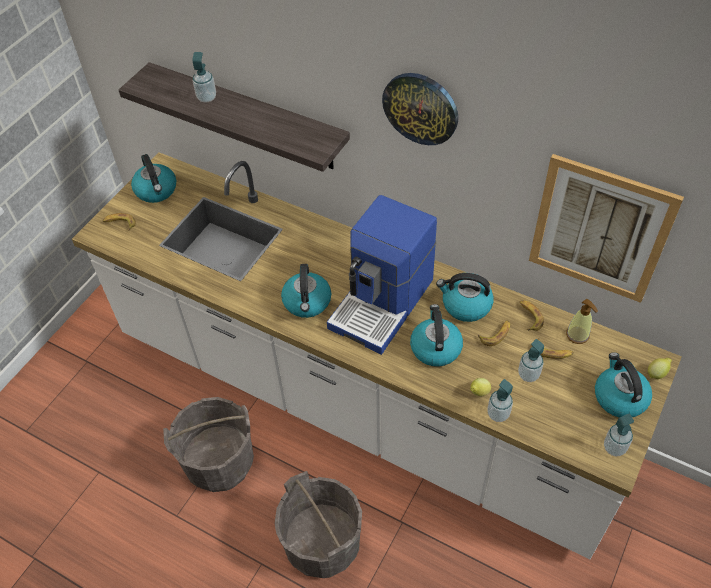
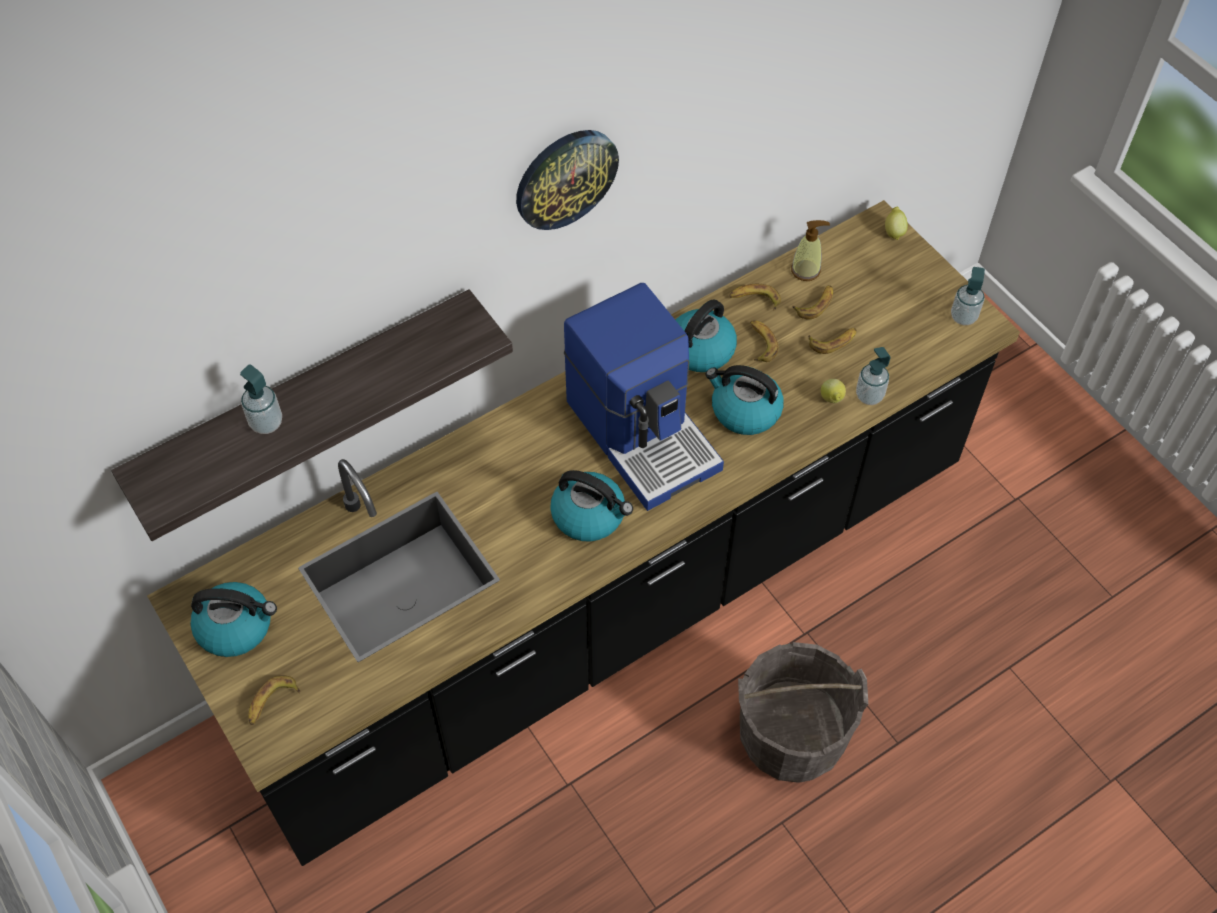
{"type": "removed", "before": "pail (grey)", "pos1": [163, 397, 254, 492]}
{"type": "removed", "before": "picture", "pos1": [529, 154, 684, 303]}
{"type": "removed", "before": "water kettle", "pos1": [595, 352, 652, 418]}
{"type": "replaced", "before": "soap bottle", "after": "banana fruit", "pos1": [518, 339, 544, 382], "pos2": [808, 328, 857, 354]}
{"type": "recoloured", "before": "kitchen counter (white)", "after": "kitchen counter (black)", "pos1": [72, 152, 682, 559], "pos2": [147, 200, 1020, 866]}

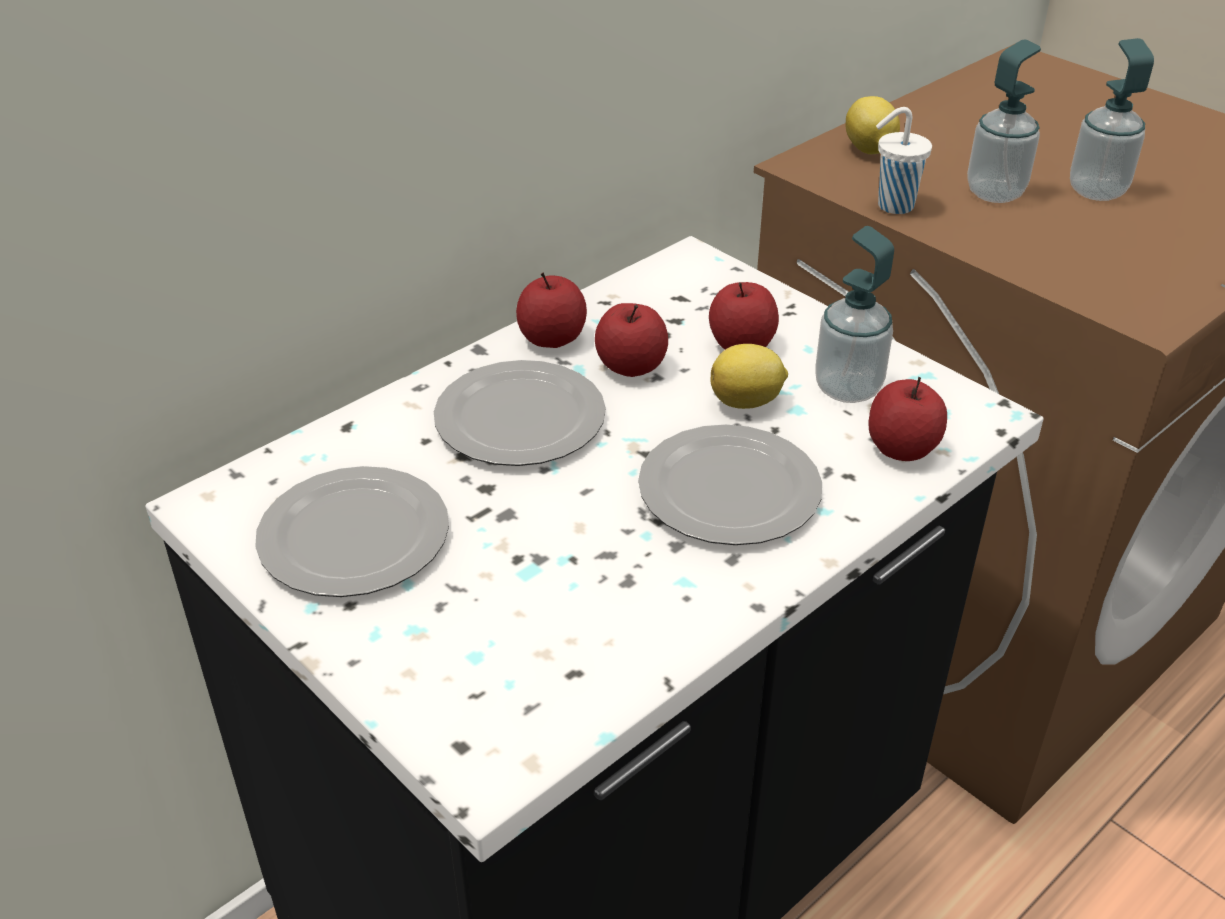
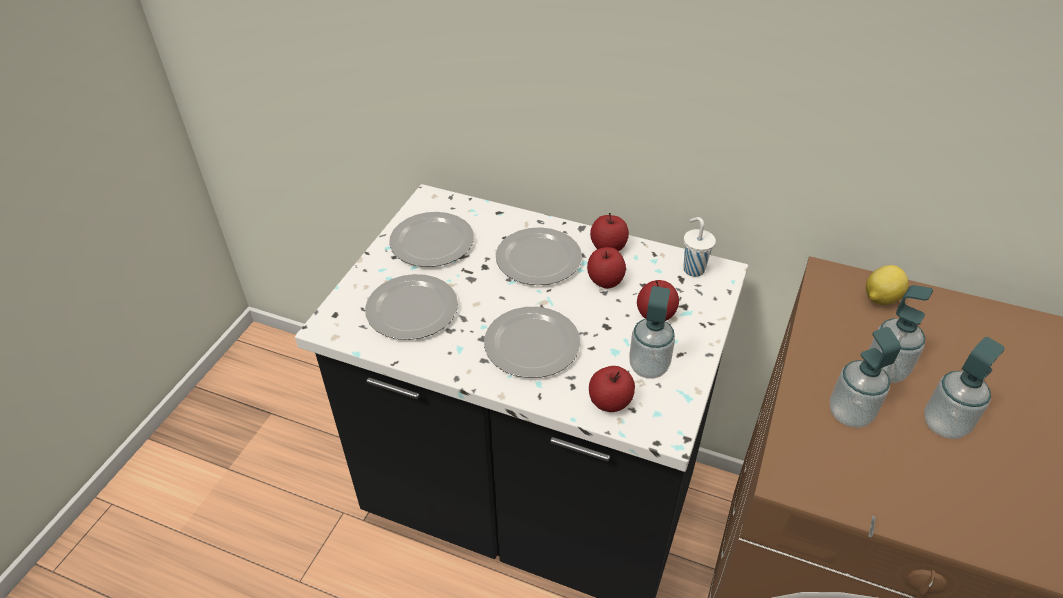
{"type": "removed", "before": "citrus fruit", "pos1": [711, 344, 788, 409]}
{"type": "added", "after": "dinner plate", "pos2": [365, 274, 458, 340]}
{"type": "added", "after": "soap bottle", "pos2": [830, 327, 901, 428]}
{"type": "moved", "before": "small cup (white)", "pos1": [876, 107, 932, 214], "pos2": [683, 217, 716, 277]}

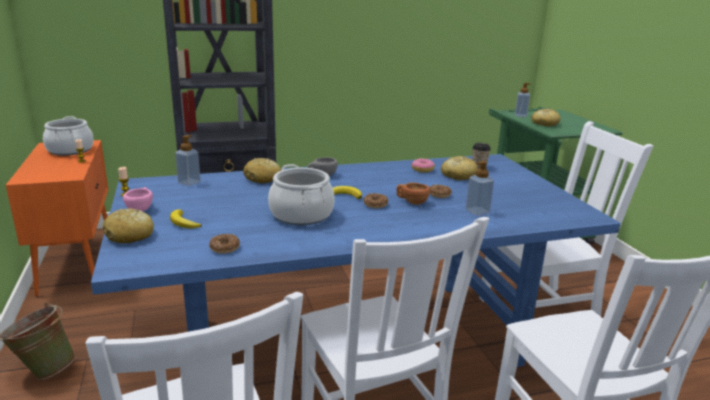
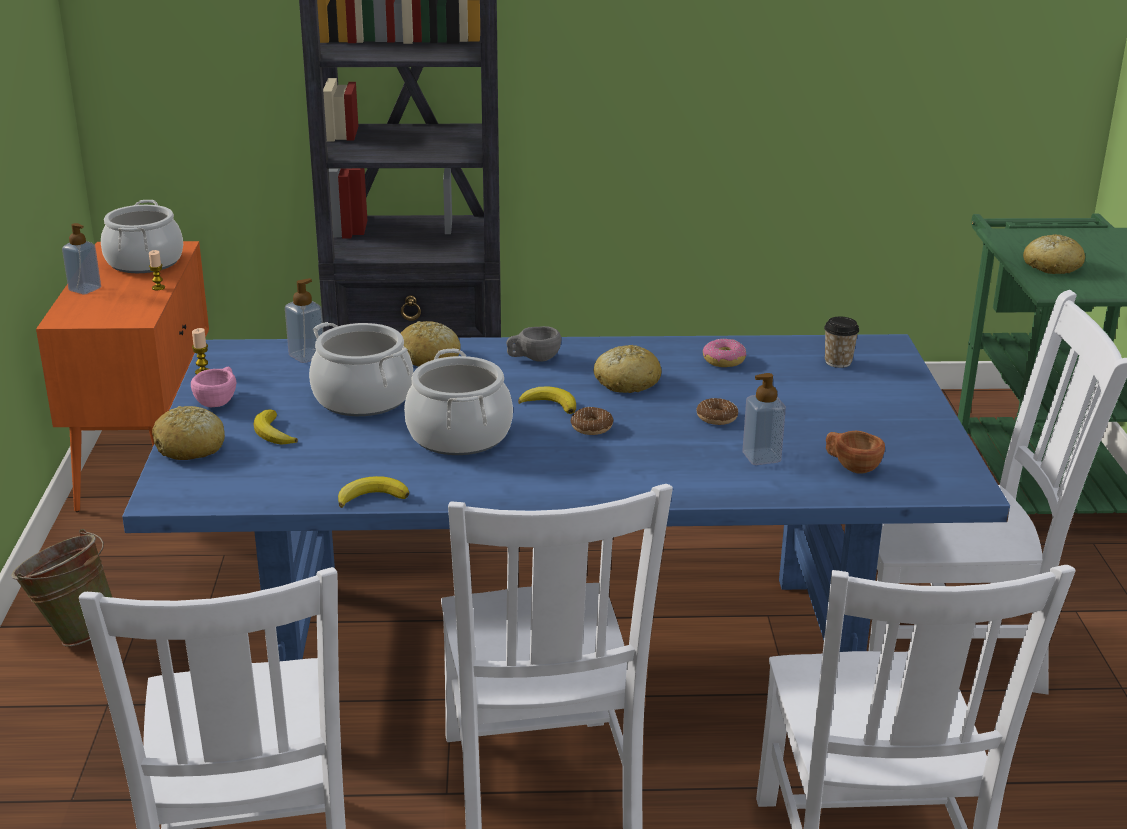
{"type": "removed", "before": "donut", "pos1": [209, 234, 240, 254]}
{"type": "added", "after": "stockpot", "pos2": [309, 322, 413, 416]}
{"type": "added", "after": "banana fruit", "pos2": [338, 476, 409, 508]}
{"type": "moved", "before": "small cup (brownish)", "pos1": [396, 182, 430, 205], "pos2": [826, 431, 885, 474]}
{"type": "moved", "before": "bread", "pos1": [441, 156, 478, 180], "pos2": [594, 345, 662, 393]}
{"type": "moved", "before": "soap bottle", "pos1": [515, 83, 530, 117], "pos2": [62, 223, 101, 294]}

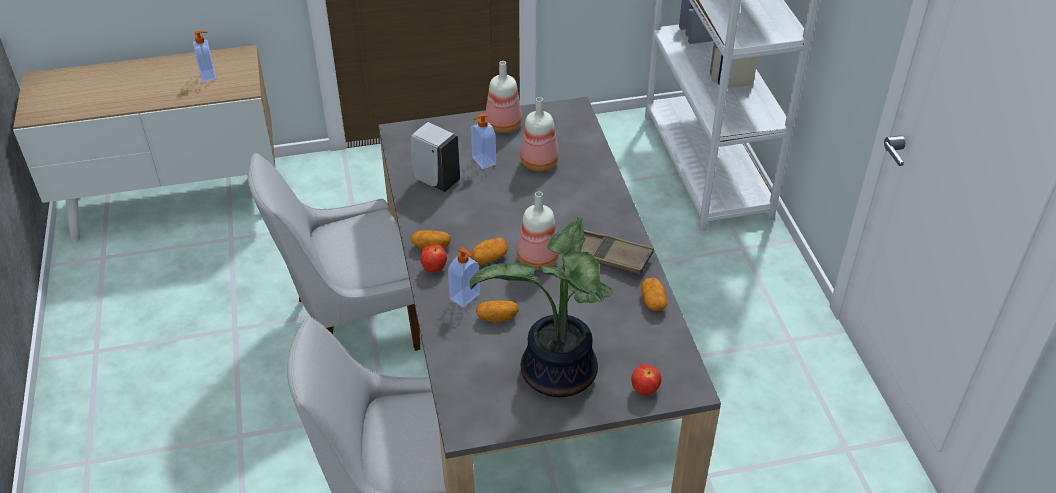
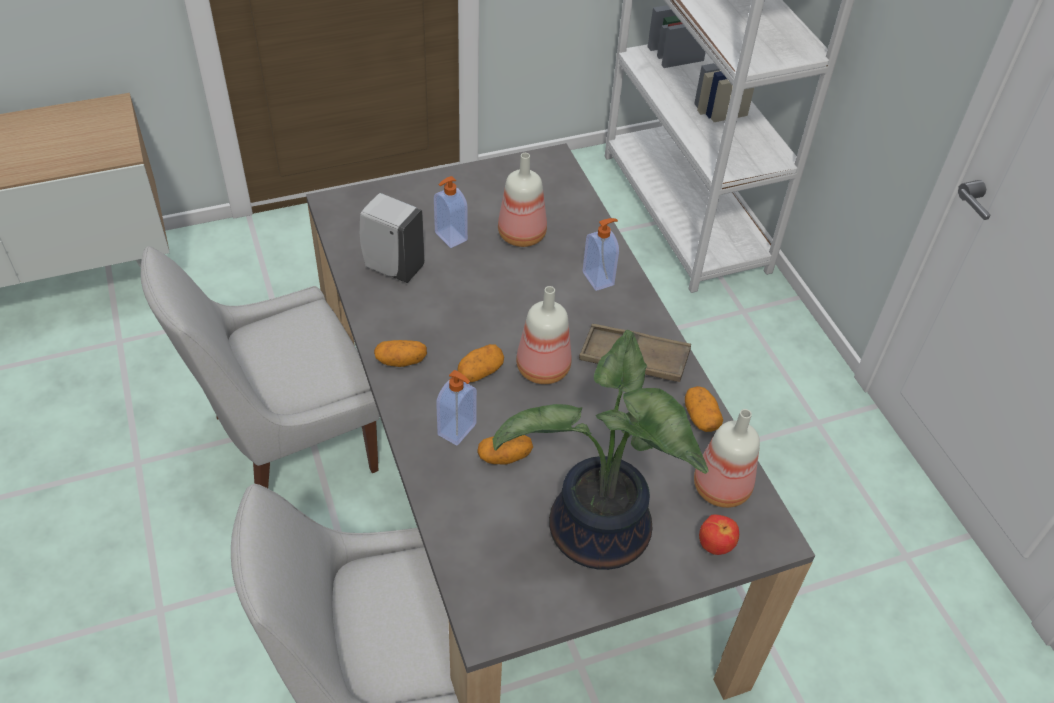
{"type": "removed", "before": "apple fruit", "pos1": [421, 245, 447, 272]}
{"type": "moved", "before": "soap bottle", "pos1": [193, 30, 216, 82], "pos2": [583, 218, 619, 291]}
{"type": "moved", "before": "drink bottle", "pos1": [485, 61, 522, 133], "pos2": [694, 409, 760, 508]}

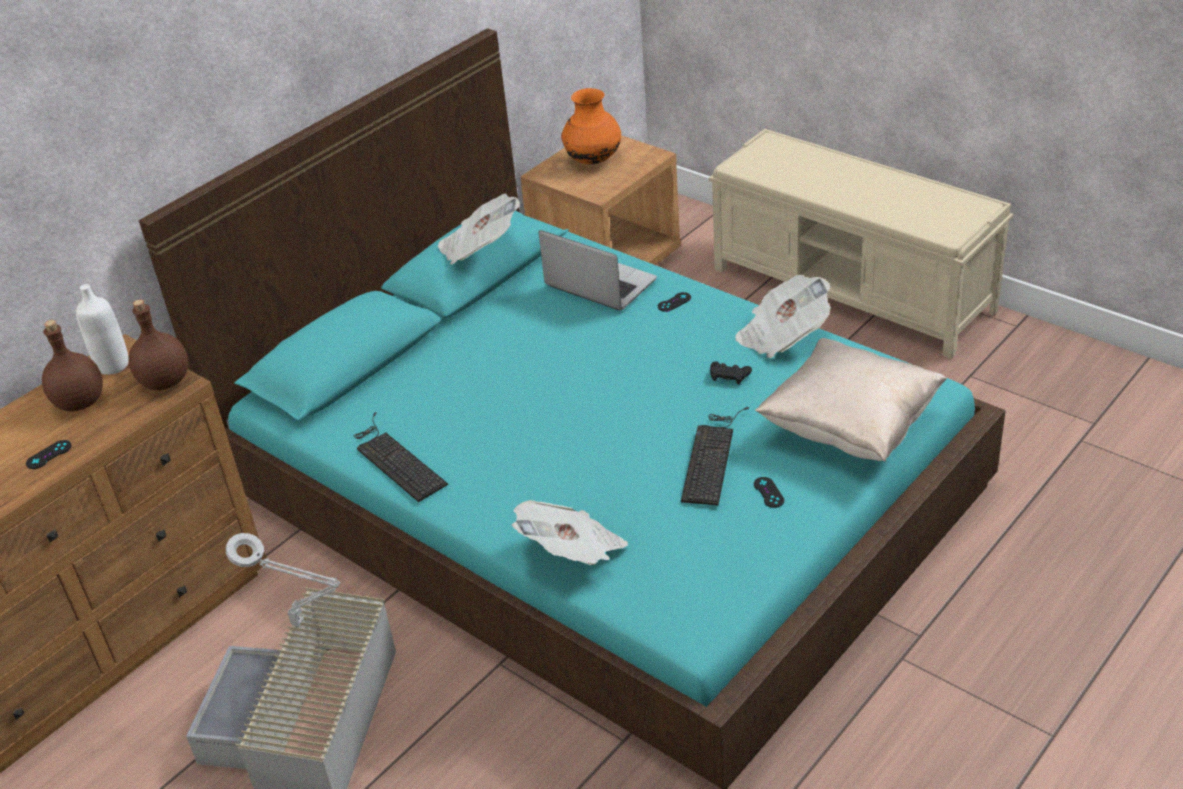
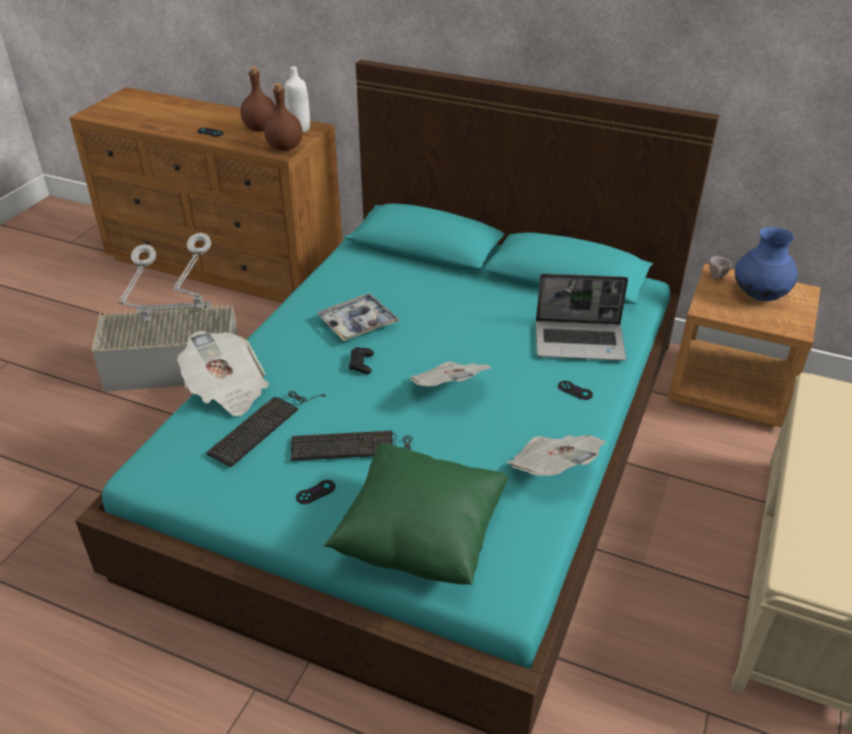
{"type": "added", "after": "table lamp (grey)", "pos2": [119, 244, 156, 322]}
{"type": "added", "after": "tray", "pos2": [317, 293, 399, 341]}
{"type": "added", "after": "small cup (beige-coloured)", "pos2": [709, 256, 732, 279]}
{"type": "moved", "before": "computer keyboard", "pos1": [354, 412, 448, 502], "pos2": [206, 391, 326, 467]}
{"type": "moved", "before": "daily paper", "pos1": [438, 193, 520, 265], "pos2": [410, 362, 491, 386]}
{"type": "moved", "before": "joypad (black)", "pos1": [710, 361, 752, 385], "pos2": [349, 347, 374, 374]}
{"type": "recoloured", "before": "decorative vase (orange-coloured)", "after": "decorative vase (blue)", "pos1": [561, 88, 621, 164], "pos2": [735, 227, 798, 301]}
{"type": "recoloured", "before": "pillow (beige-coloured)", "after": "pillow (green)", "pos1": [755, 338, 947, 462], "pos2": [324, 443, 509, 585]}
{"type": "turned", "before": "portable computer", "pos1": [539, 230, 657, 310], "pos2": [536, 274, 628, 361], "turn": 75}

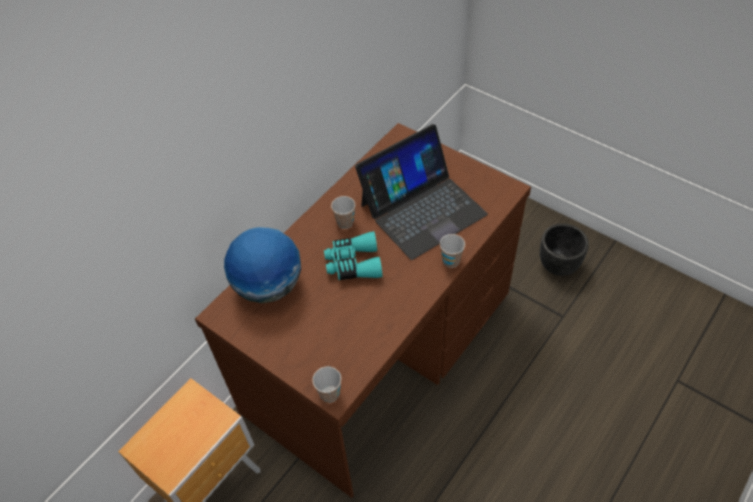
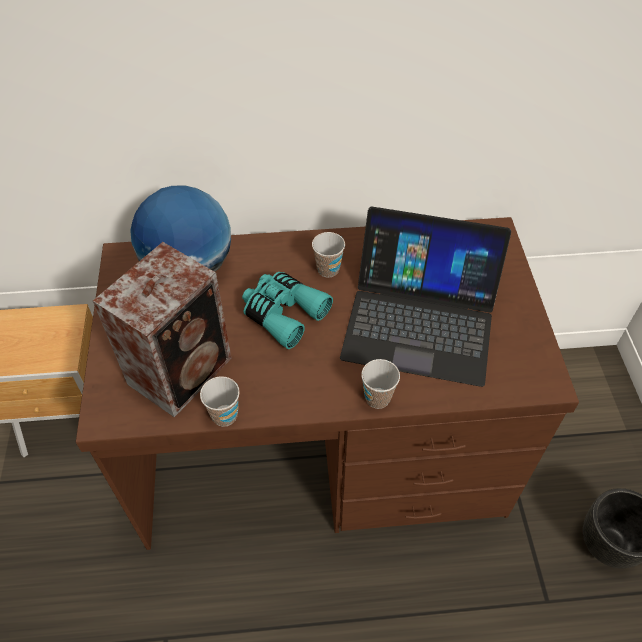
{"type": "added", "after": "audio speaker", "pos2": [93, 242, 232, 418]}
{"type": "moved", "before": "small cup", "pos1": [313, 367, 341, 403], "pos2": [200, 376, 240, 427]}

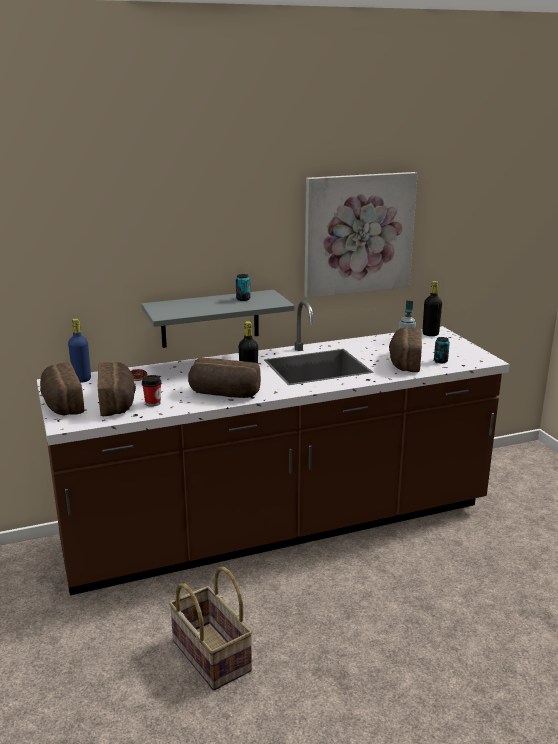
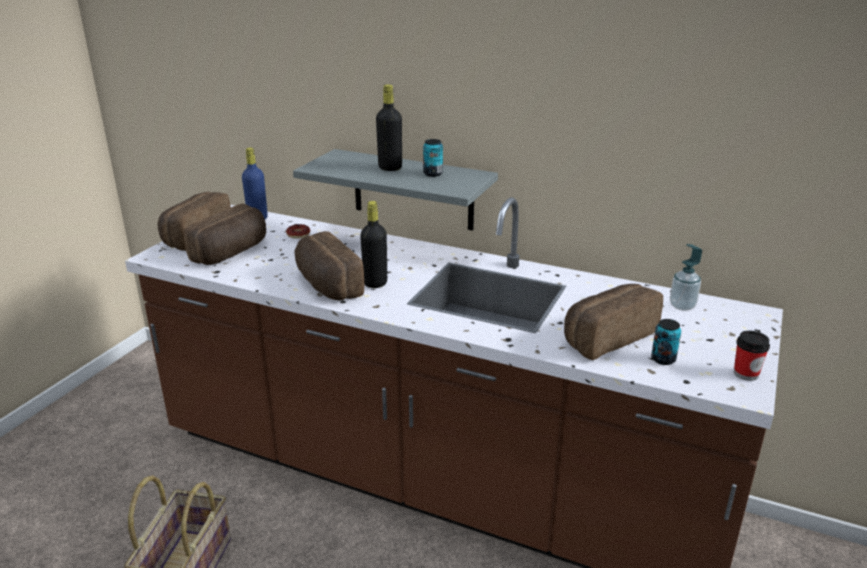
{"type": "removed", "before": "picture", "pos1": [304, 172, 418, 298]}
{"type": "moved", "before": "small cup", "pos1": [142, 375, 162, 407], "pos2": [734, 331, 770, 381]}
{"type": "moved", "before": "drink bottle (black)", "pos1": [422, 281, 442, 336], "pos2": [376, 84, 402, 171]}

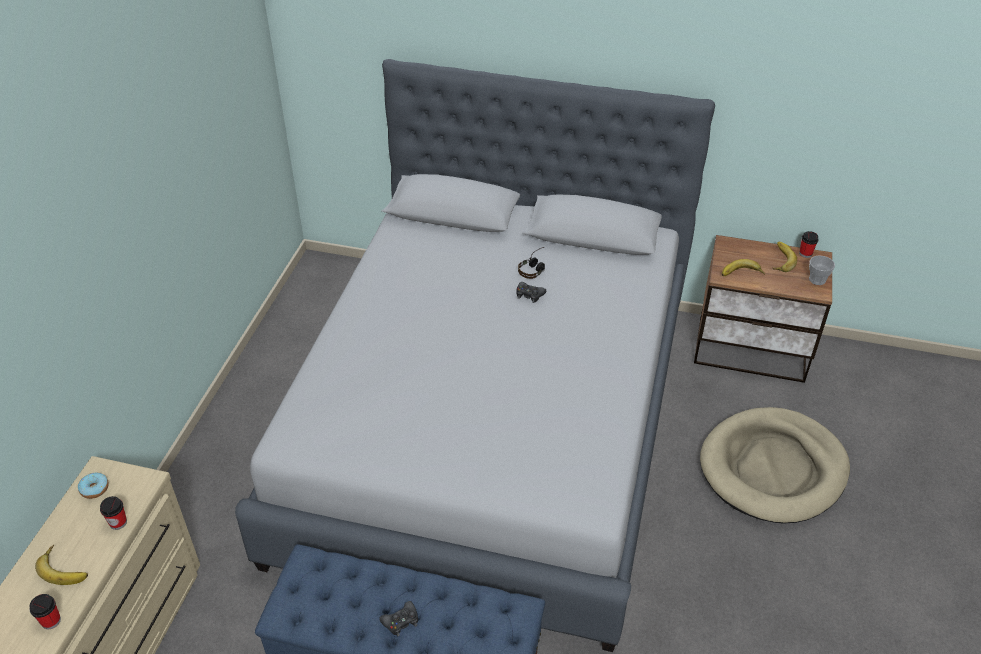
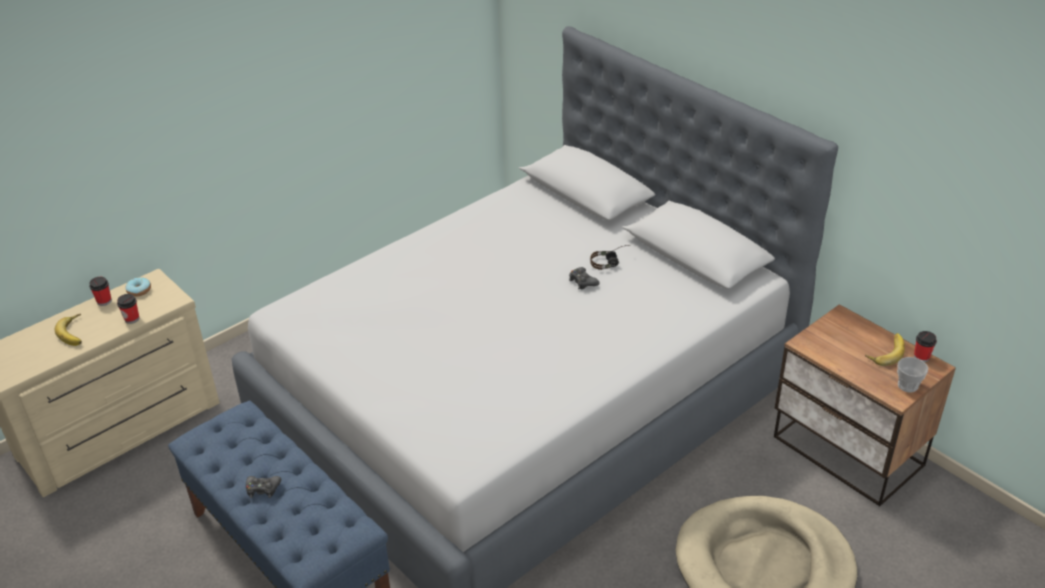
{"type": "removed", "before": "banana fruit", "pos1": [722, 259, 765, 276]}
{"type": "moved", "before": "small cup", "pos1": [30, 594, 61, 629], "pos2": [89, 277, 112, 306]}

